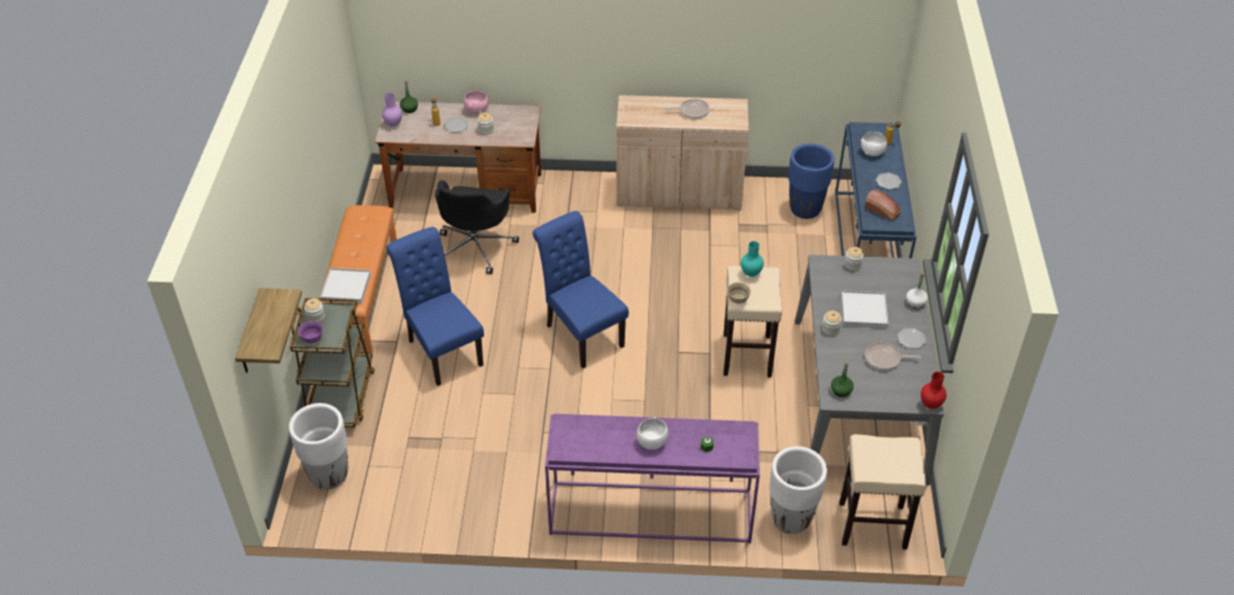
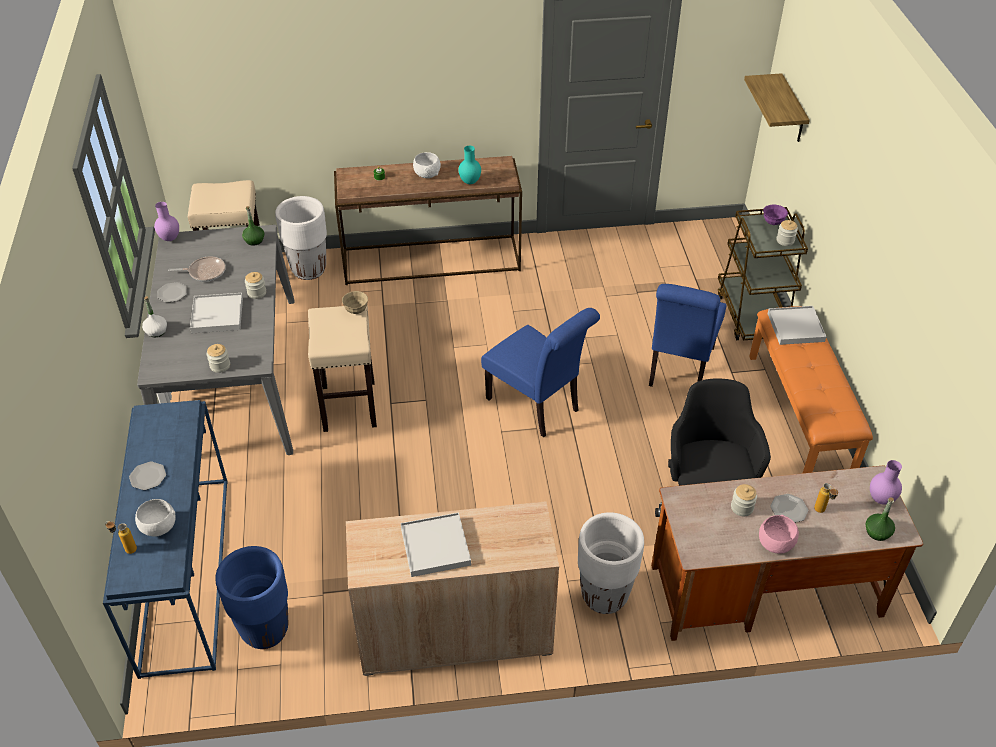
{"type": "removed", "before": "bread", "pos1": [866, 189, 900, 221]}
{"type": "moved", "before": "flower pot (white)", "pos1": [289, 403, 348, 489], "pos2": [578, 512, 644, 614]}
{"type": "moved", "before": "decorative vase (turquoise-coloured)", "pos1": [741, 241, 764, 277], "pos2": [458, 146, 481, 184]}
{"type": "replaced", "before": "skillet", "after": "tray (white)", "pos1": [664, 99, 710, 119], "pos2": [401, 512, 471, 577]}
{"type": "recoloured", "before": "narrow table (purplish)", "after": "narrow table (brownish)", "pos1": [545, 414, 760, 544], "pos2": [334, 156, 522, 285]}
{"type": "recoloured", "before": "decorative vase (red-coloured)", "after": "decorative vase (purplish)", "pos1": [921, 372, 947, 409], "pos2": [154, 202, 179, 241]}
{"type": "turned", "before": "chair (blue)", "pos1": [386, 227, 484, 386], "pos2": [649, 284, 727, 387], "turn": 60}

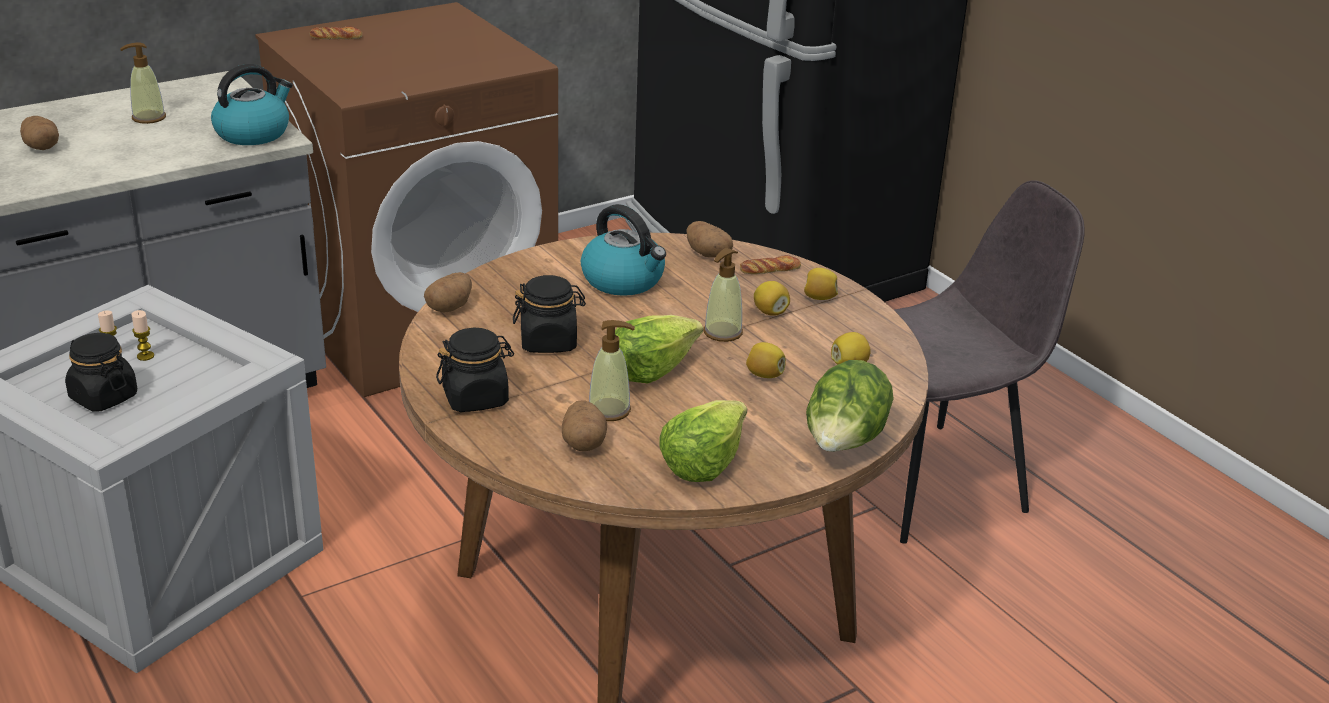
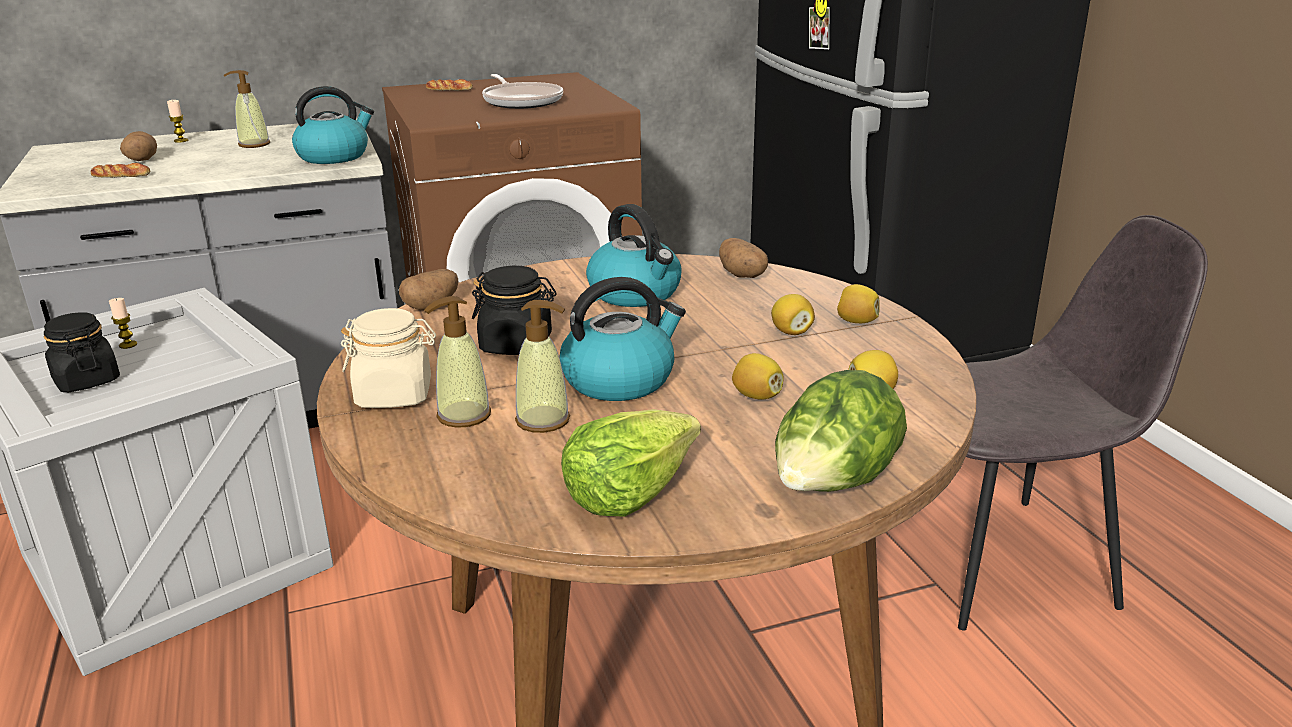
{"type": "removed", "before": "spud", "pos1": [562, 400, 607, 451]}
{"type": "added", "after": "skillet", "pos2": [482, 74, 563, 109]}
{"type": "moved", "before": "wax candle", "pos1": [132, 310, 154, 361], "pos2": [167, 100, 188, 143]}
{"type": "moved", "before": "soap bottle", "pos1": [704, 248, 743, 342], "pos2": [424, 296, 491, 428]}
{"type": "moved", "before": "bread", "pos1": [740, 255, 801, 274], "pos2": [91, 163, 150, 178]}
{"type": "replaced", "before": "head of lettuce", "after": "water kettle", "pos1": [615, 315, 703, 384], "pos2": [559, 277, 686, 401]}
{"type": "recoloured", "before": "preserve jar (black)", "after": "preserve jar (beige-coloured)", "pos1": [436, 327, 514, 412], "pos2": [341, 308, 436, 408]}

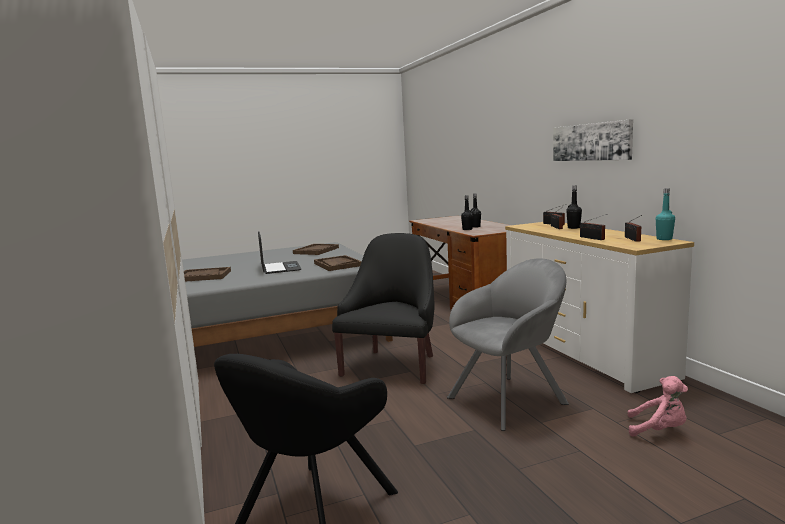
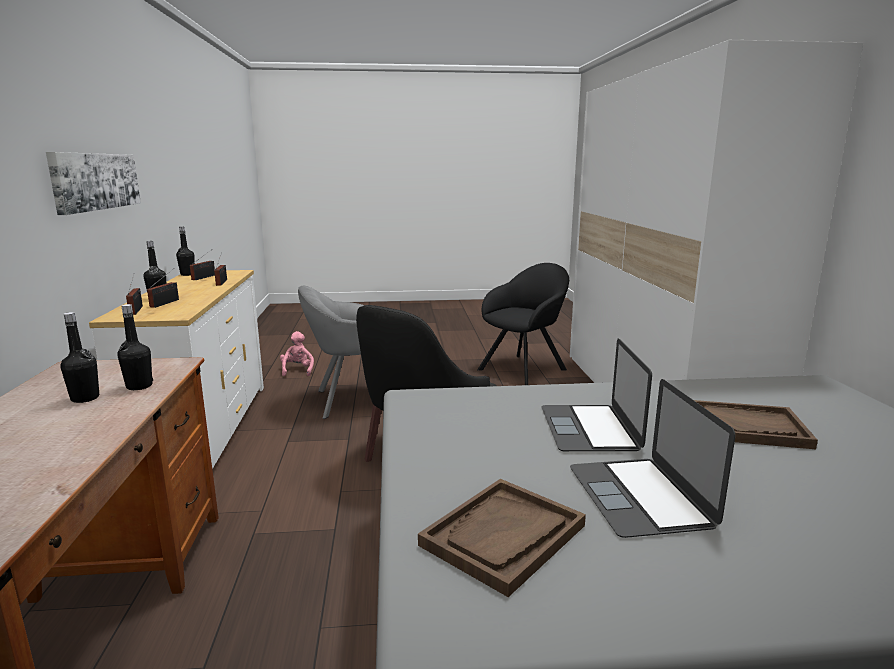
{"type": "removed", "before": "tray (brownish)", "pos1": [314, 255, 362, 271]}
{"type": "added", "after": "portable computer", "pos2": [570, 379, 735, 538]}
{"type": "recoloured", "before": "drink bottle (turquoise-coloured)", "after": "drink bottle (black)", "pos1": [656, 189, 675, 240], "pos2": [176, 227, 195, 276]}
{"type": "turned", "before": "soft toy (pink)", "pos1": [628, 376, 688, 437], "pos2": [280, 331, 314, 376], "turn": 45}

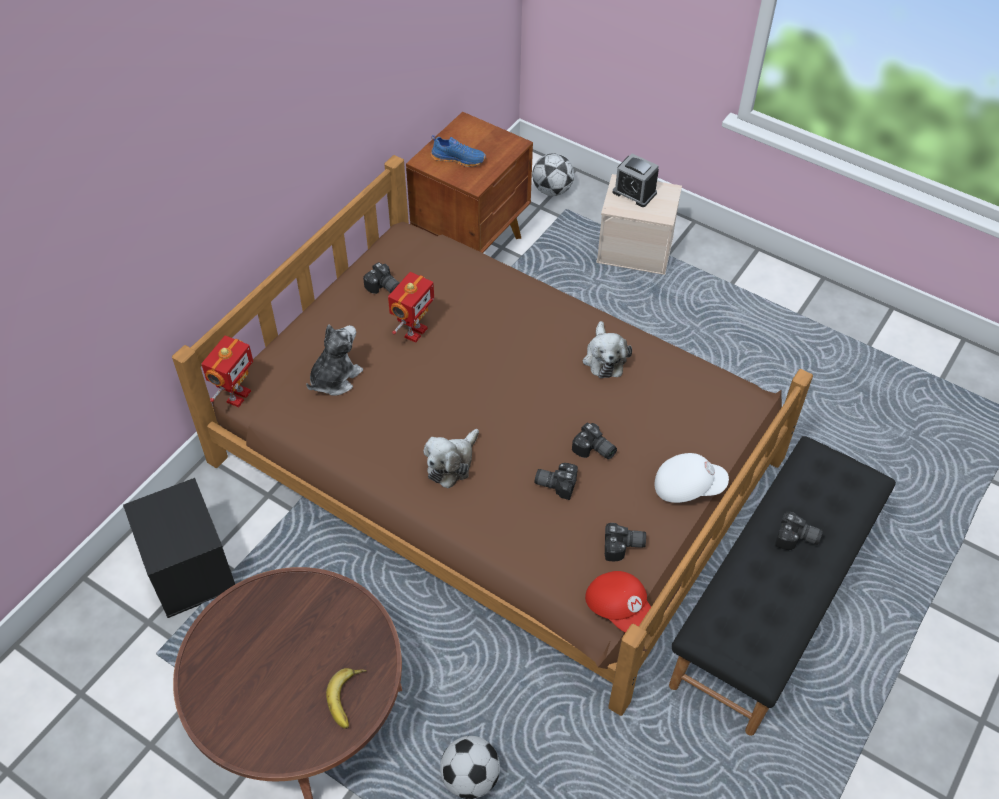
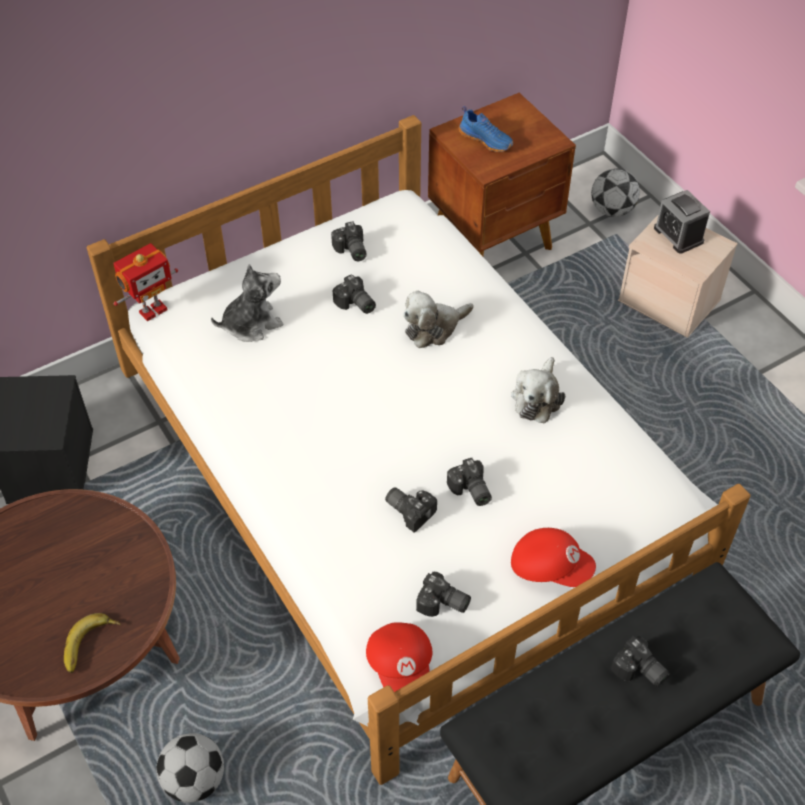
{"type": "moved", "before": "soft toy", "pos1": [423, 429, 479, 489], "pos2": [403, 291, 473, 348]}
{"type": "replaced", "before": "robot figure", "after": "photo camera", "pos1": [388, 272, 434, 343], "pos2": [333, 274, 376, 314]}
{"type": "recoloured", "before": "bedroom bed (brownish)", "after": "bedroom bed (white)", "pos1": [172, 155, 813, 716], "pos2": [86, 115, 751, 785]}
{"type": "recoloured", "before": "peaked cap (white)", "after": "peaked cap (red-coloured)", "pos1": [655, 453, 729, 503], "pos2": [511, 528, 596, 587]}

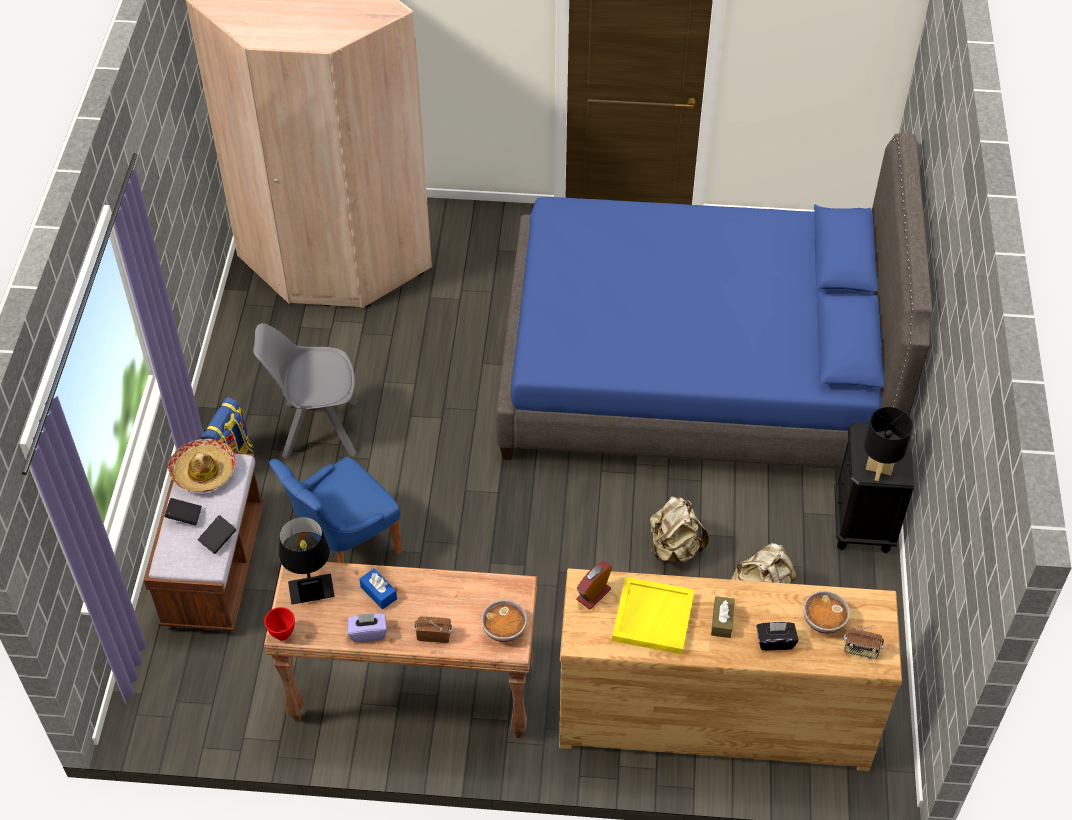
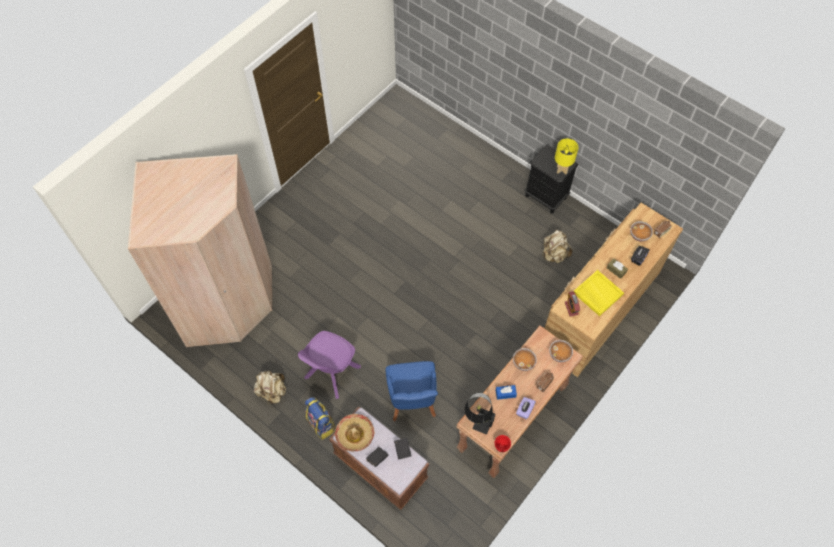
{"type": "removed", "before": "bedroom bed (blue)", "pos1": [496, 133, 933, 469]}
{"type": "added", "after": "deep dish", "pos2": [513, 348, 537, 371]}
{"type": "moved", "before": "knapsack (beige-coloured)", "pos1": [650, 496, 709, 563], "pos2": [254, 371, 286, 405]}
{"type": "recoloured", "before": "chair (grey)", "after": "chair (purplish)", "pos1": [253, 323, 359, 458], "pos2": [298, 331, 361, 399]}
{"type": "recoloured", "before": "table lamp (black)", "after": "table lamp (yellow-coloured)", "pos1": [864, 407, 913, 481], "pos2": [555, 138, 578, 175]}

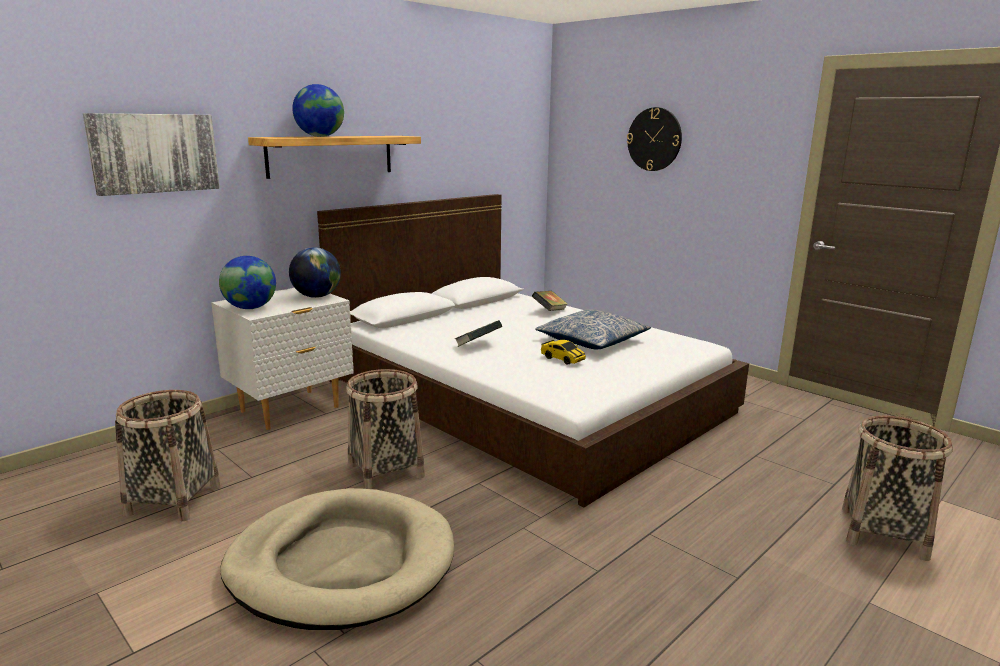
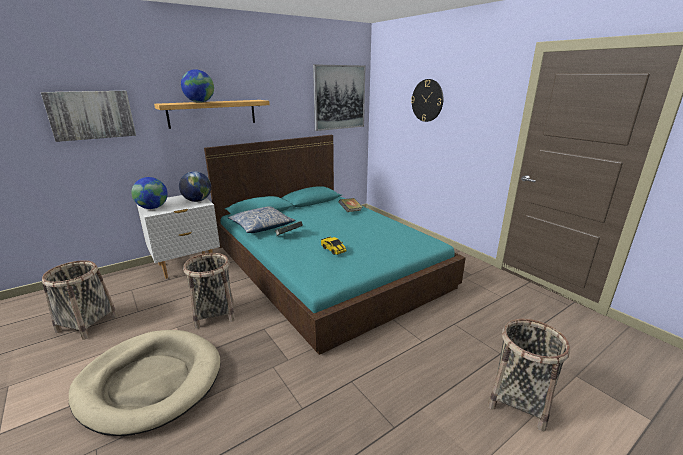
{"type": "added", "after": "picture", "pos2": [313, 64, 365, 131]}
{"type": "moved", "before": "pillow", "pos1": [535, 309, 651, 349], "pos2": [228, 206, 296, 233]}
{"type": "recoloured", "before": "bedroom bed (white)", "after": "bedroom bed (turquoise-coloured)", "pos1": [317, 194, 749, 507], "pos2": [204, 135, 466, 355]}

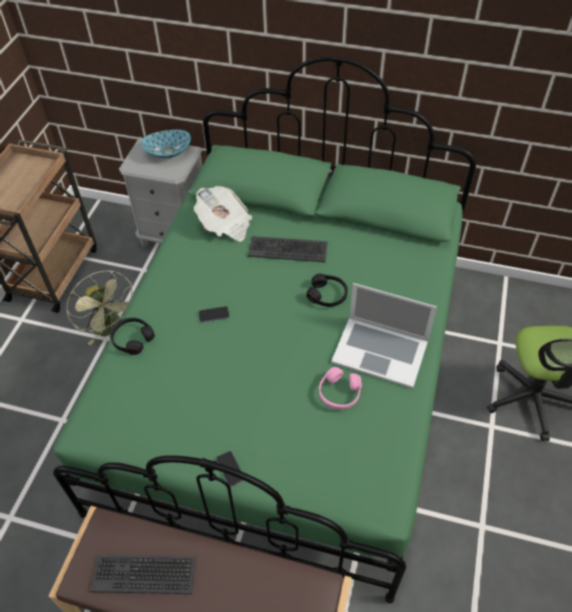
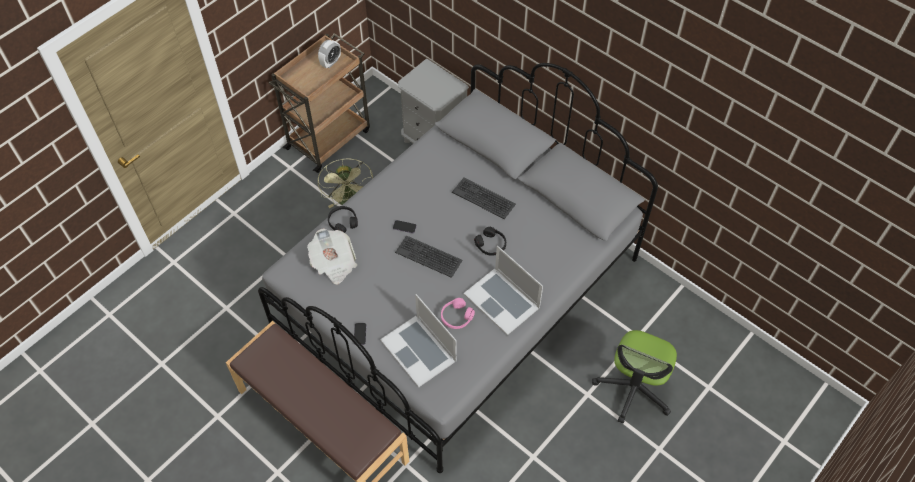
{"type": "removed", "before": "deep dish", "pos1": [142, 130, 191, 158]}
{"type": "added", "after": "bedside clock", "pos2": [318, 40, 341, 69]}
{"type": "added", "after": "portable computer", "pos2": [380, 294, 457, 387]}
{"type": "moved", "before": "computer keyboard", "pos1": [90, 555, 196, 594], "pos2": [395, 235, 463, 278]}
{"type": "moved", "before": "daily paper", "pos1": [194, 186, 252, 242], "pos2": [307, 228, 357, 284]}
{"type": "recoloured", "before": "bedroom bed (green)", "after": "bedroom bed (grey)", "pos1": [53, 55, 476, 603], "pos2": [258, 63, 658, 473]}

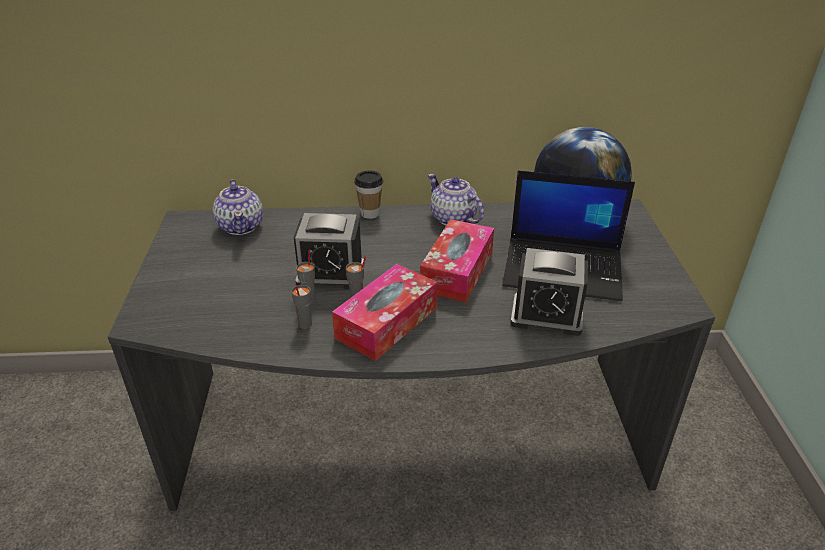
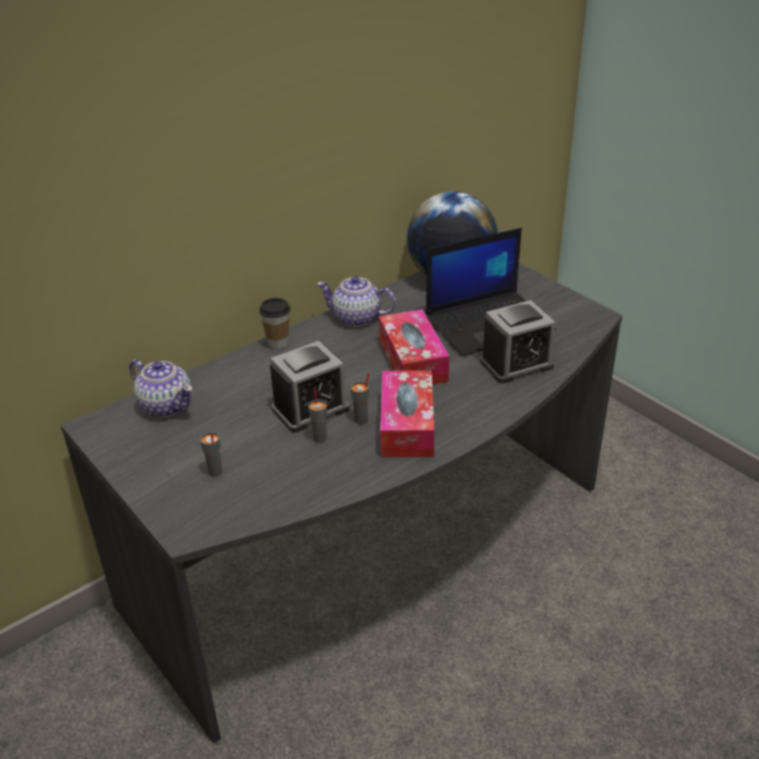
{"type": "moved", "before": "small cup (grey)", "pos1": [291, 285, 312, 329], "pos2": [200, 432, 222, 477]}

